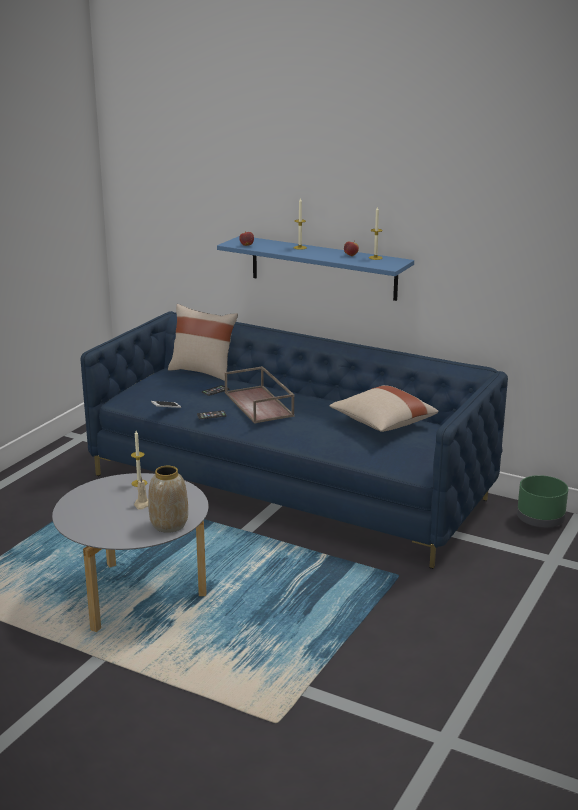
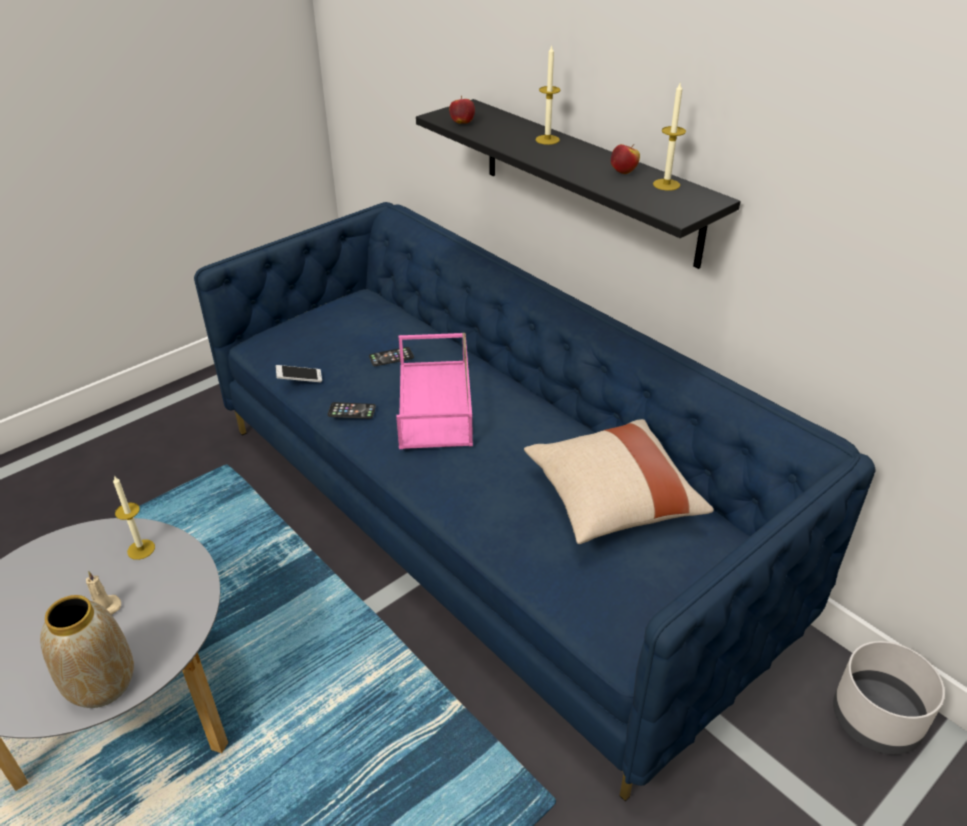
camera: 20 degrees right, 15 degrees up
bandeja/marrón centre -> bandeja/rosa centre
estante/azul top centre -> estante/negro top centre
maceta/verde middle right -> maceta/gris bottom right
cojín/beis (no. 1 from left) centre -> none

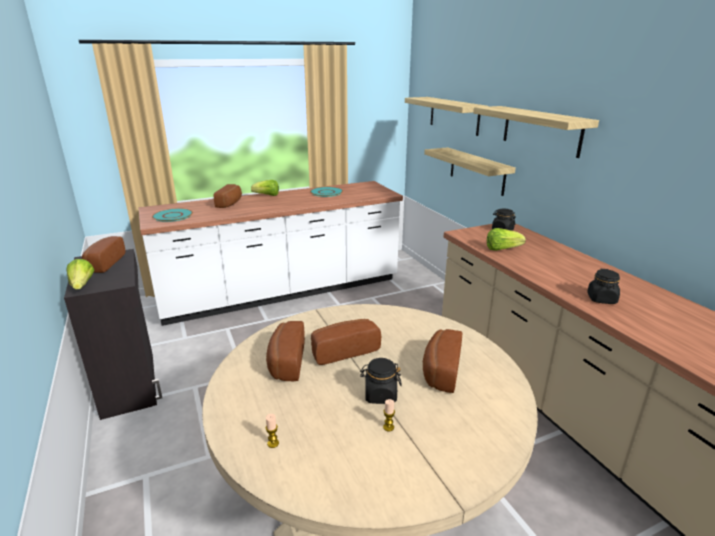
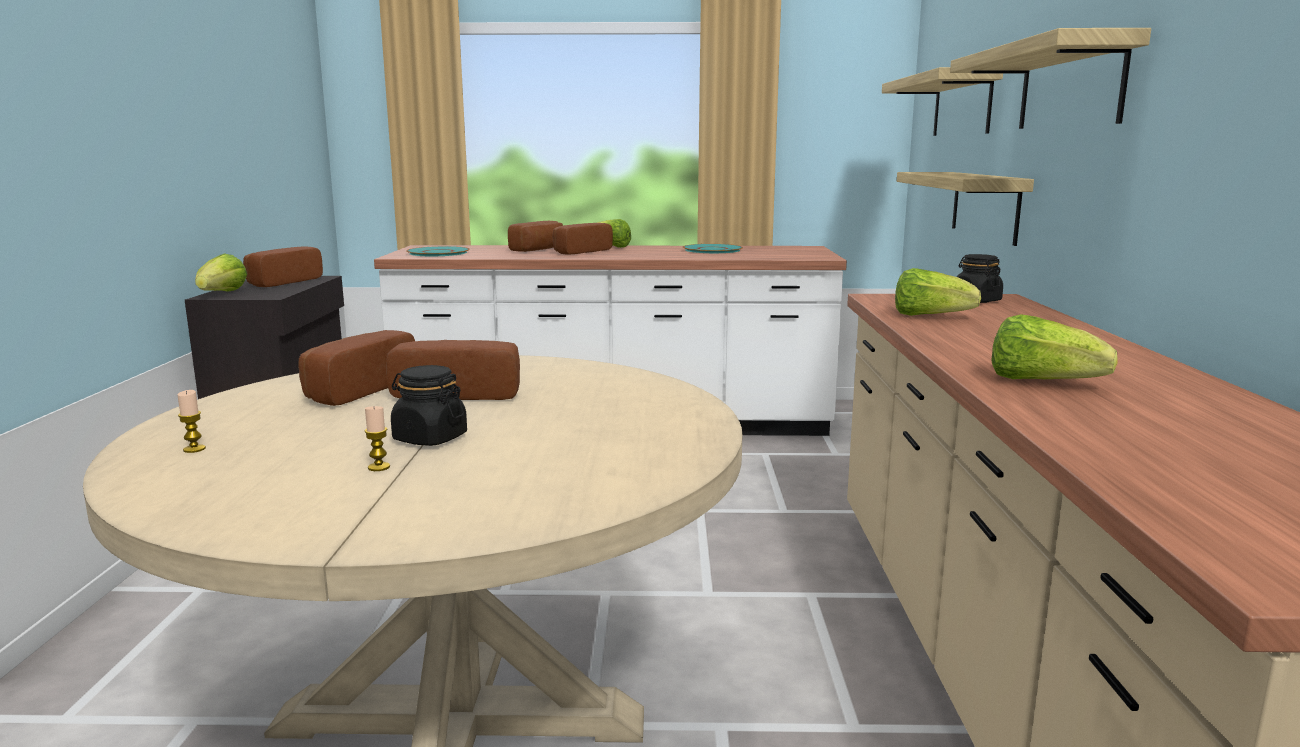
camera: 25 degrees right, 10 degrees down
pan (no. 5 from left) bottom centre -> pan (no. 5 from left) top centre, relocated
tarro/negro (no. 3 from left) middle right -> lechuga (no. 4 from left) middle right

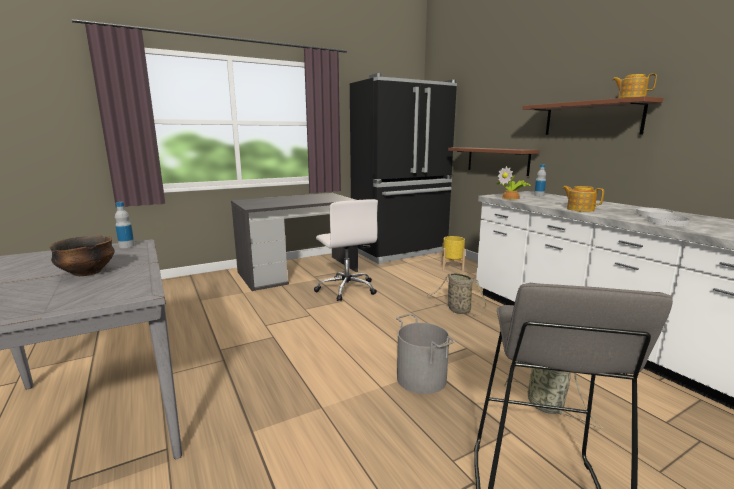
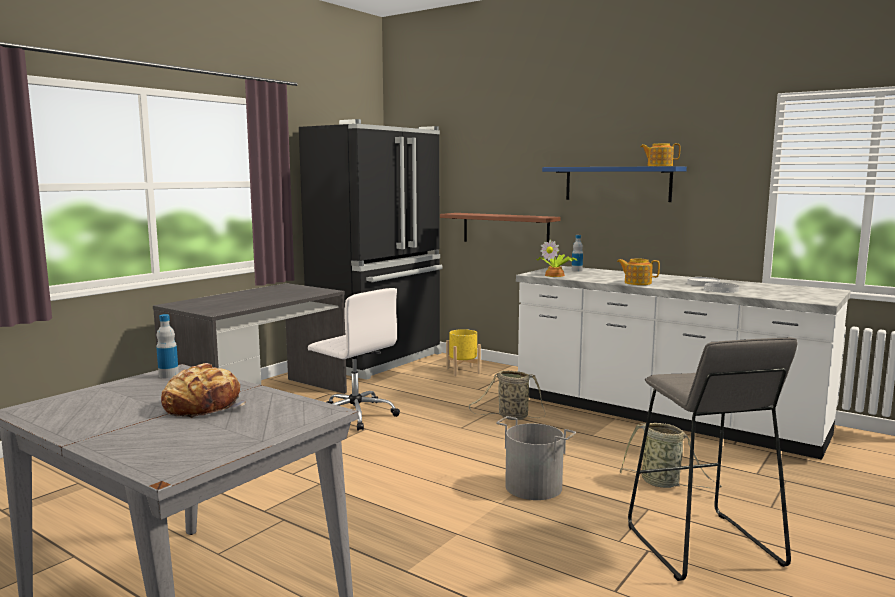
camera: 25 degrees left, 5 degrees down
cuenco middle left -> pan middle left
estante/marrón (no. 2 from left) top right -> estante/azul top right

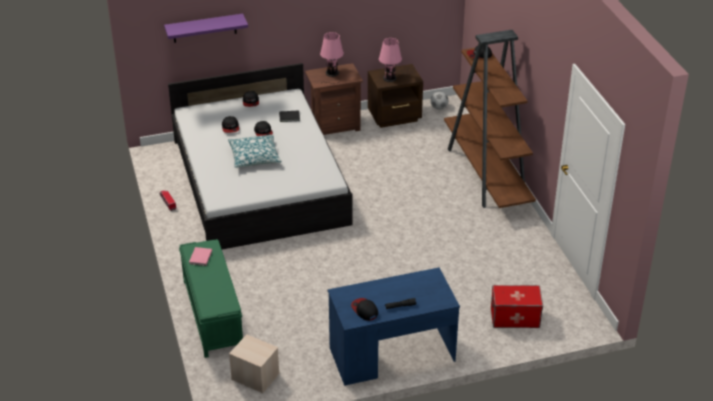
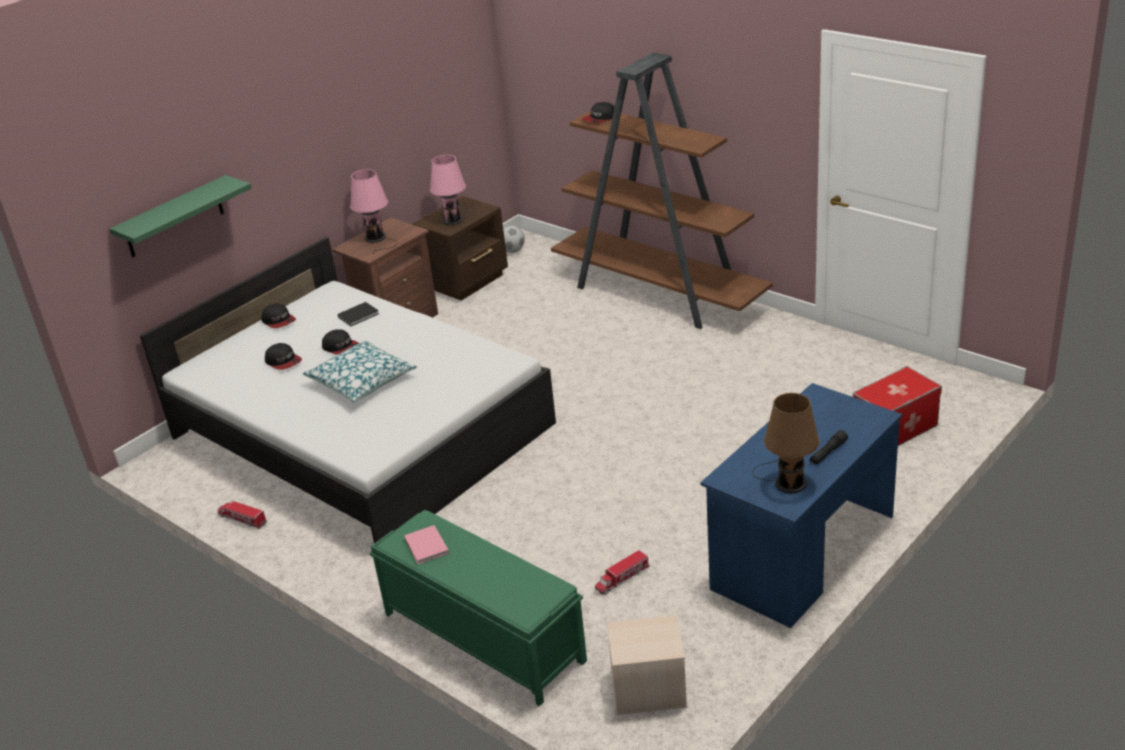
camera: 30 degrees left, 5 degrees down
estante/morado top left -> estante/verde top left
none -> camión de juguete (no. 2 from left) bottom centre
gorra (no. 4 from left) bottom centre -> lámpara de mesa/marrón middle right

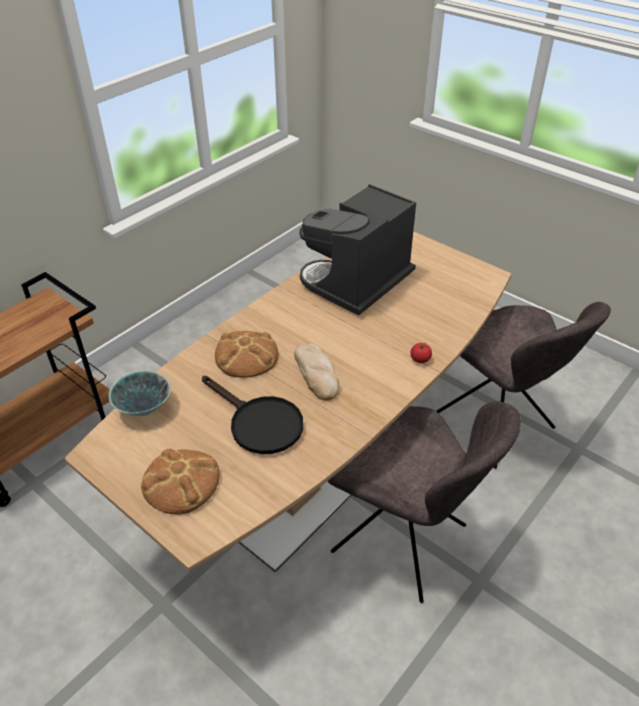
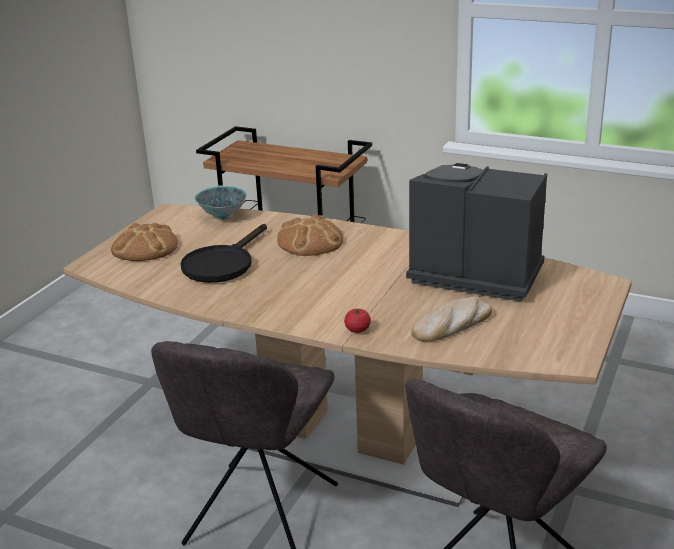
camera: 75 degrees right, 15 degrees down
pan (no. 3 from left) centre -> pan (no. 3 from left) middle right, relocated

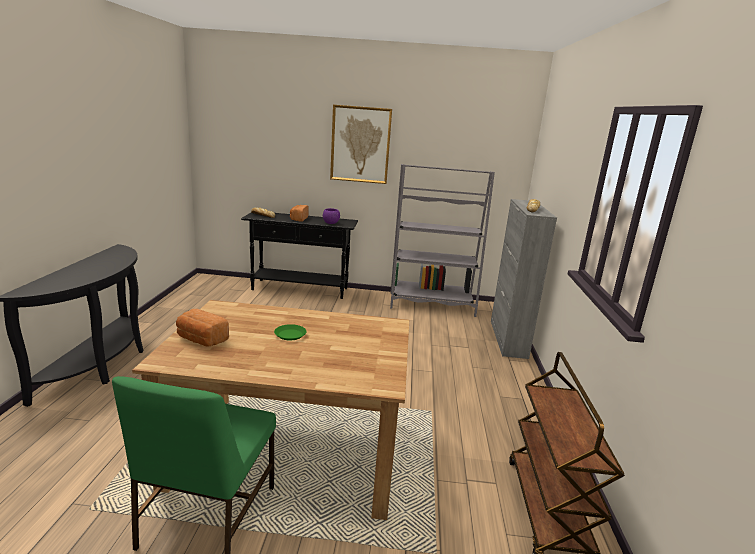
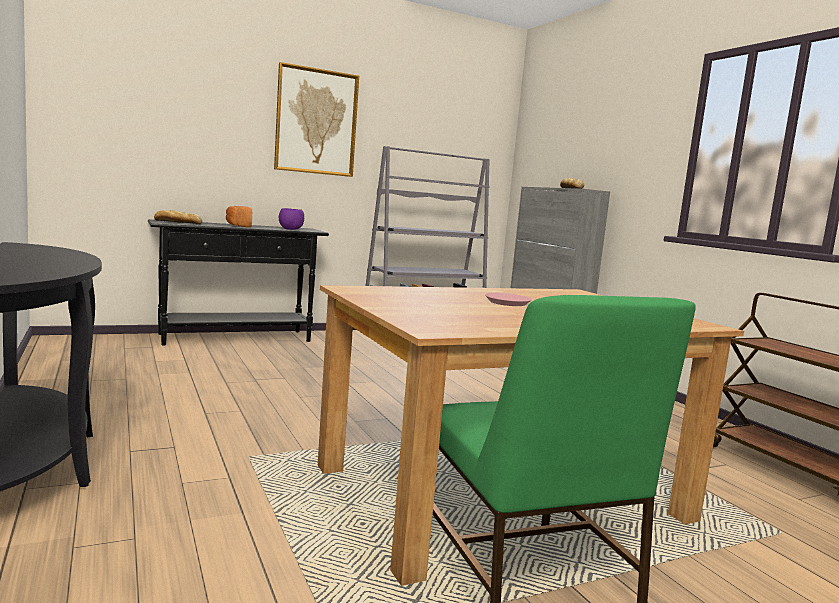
camera: 30 degrees left, 10 degrees down
plato/verde centre -> plato/rosa centre
pan (no. 1 from left) middle left -> none

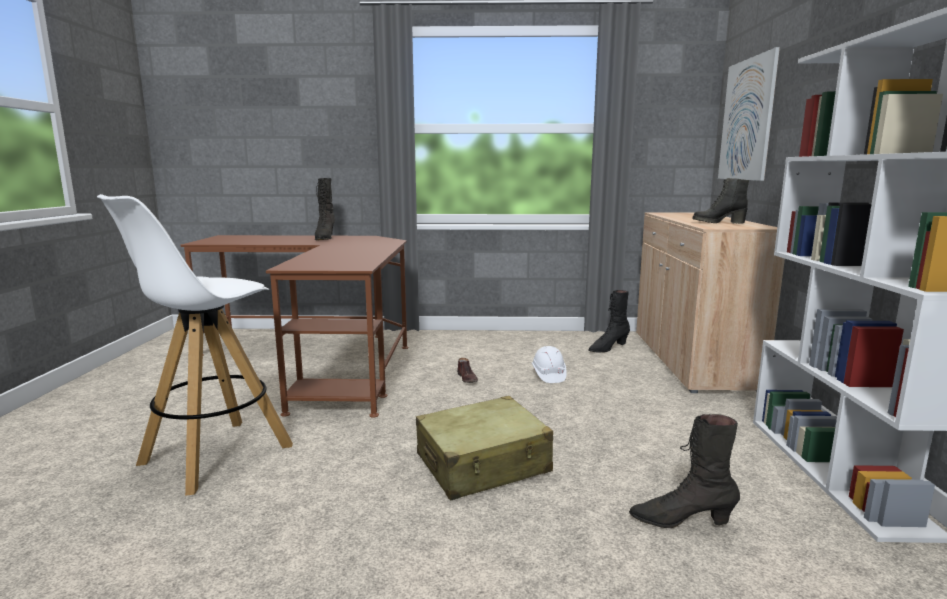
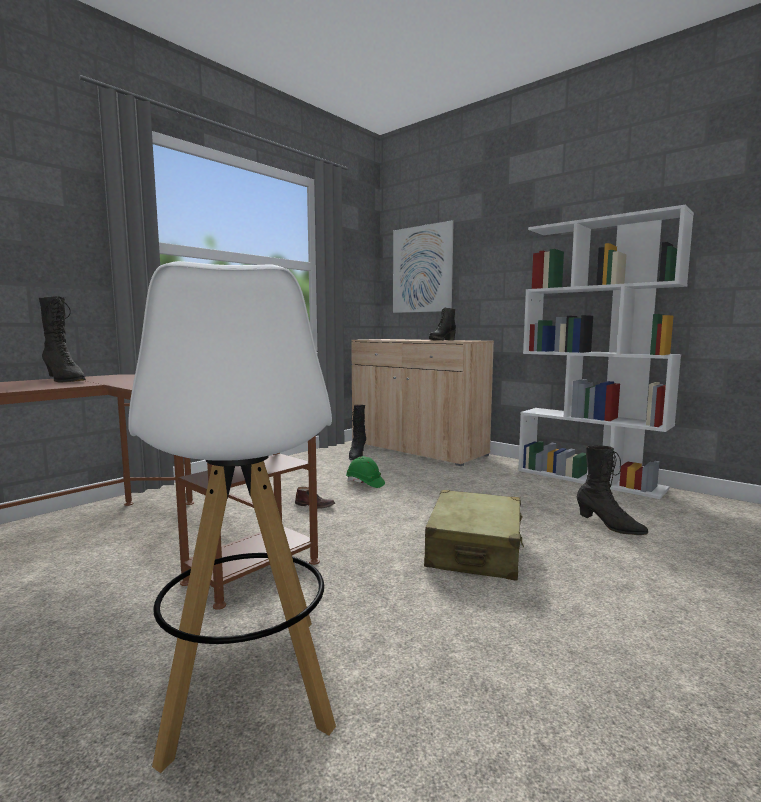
camera: 50 degrees left, 5 degrees down
casco/blanco centre -> casco/verde centre
bota/negro (no. 3 from left in the first image) bottom right -> bota/negro (no. 4 from left) middle right, 90 degrees counterclockwise

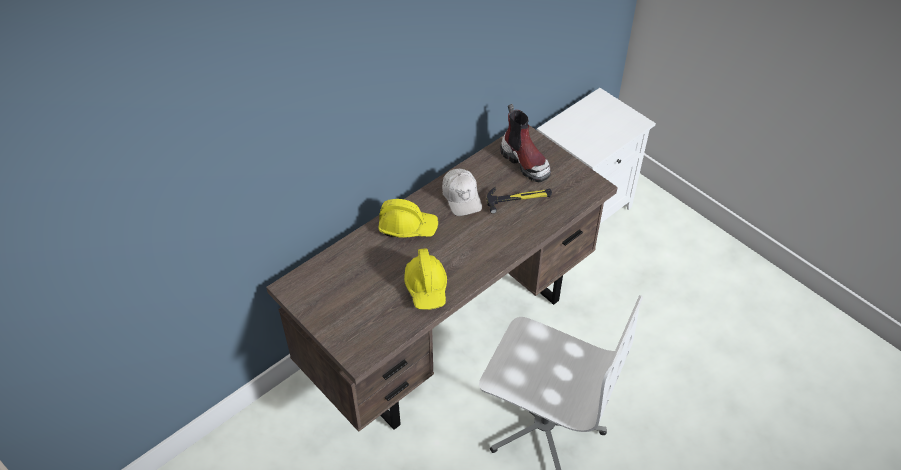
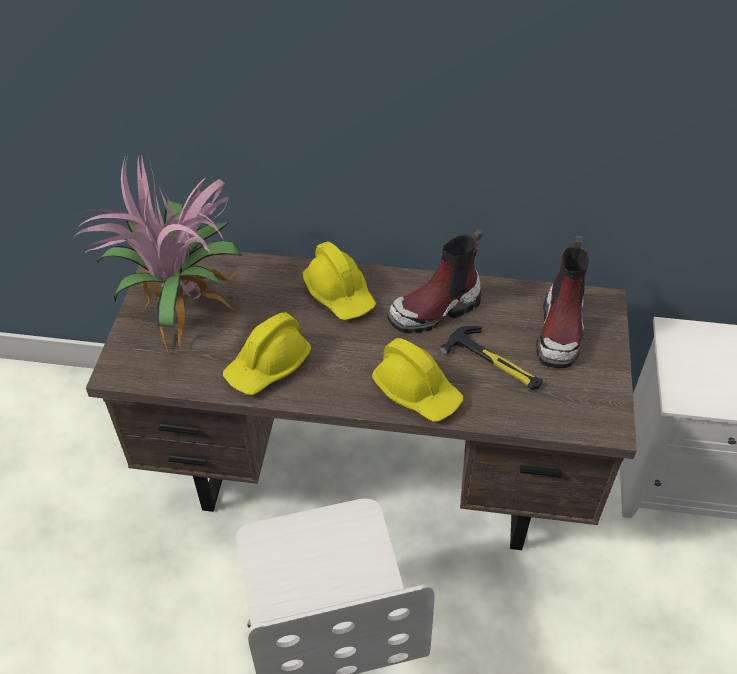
camera: 50 degrees right, 0 degrees up
none -> planta en maceta middle left
none -> casco/amarillo (no. 3 from left) centre
gorra/blanco centre -> bota (no. 1 from left) centre

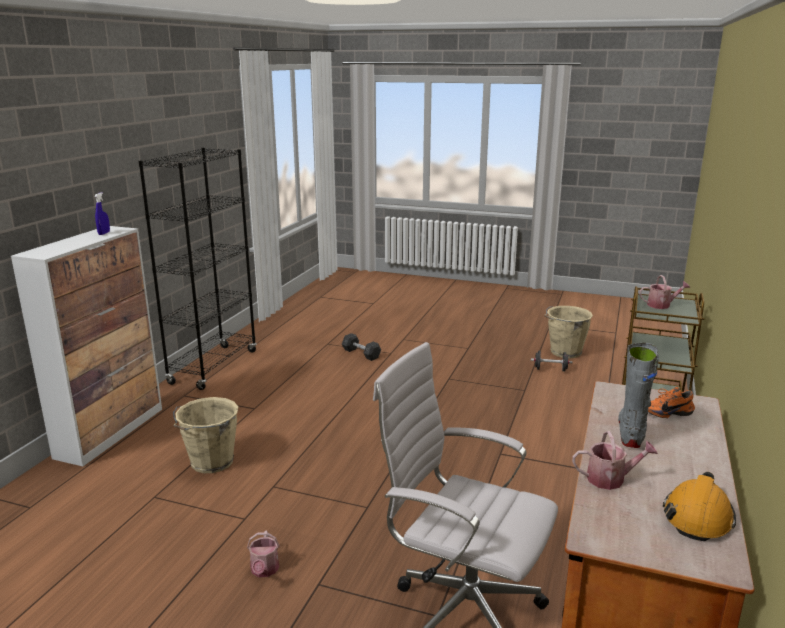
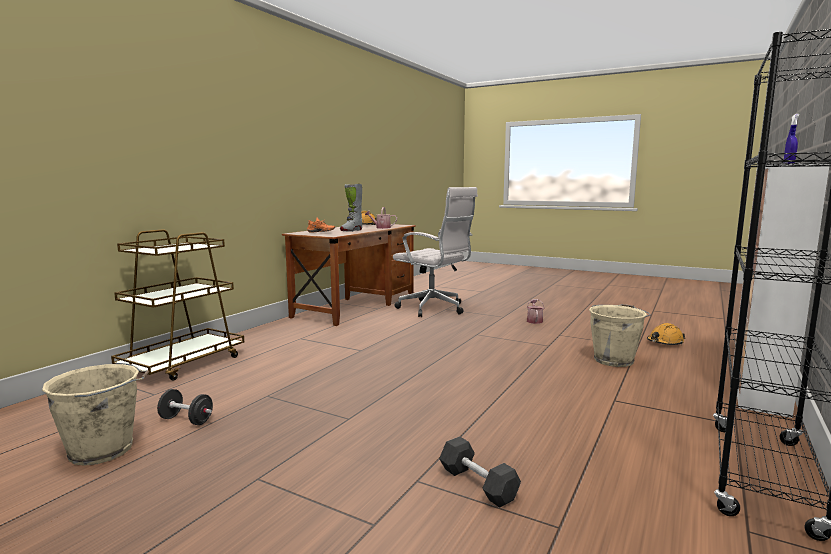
camera: 170 degrees left, 10 degrees down
none -> casco/naranja (no. 2 from left) middle right
regadera (no. 3 from left) middle right -> none

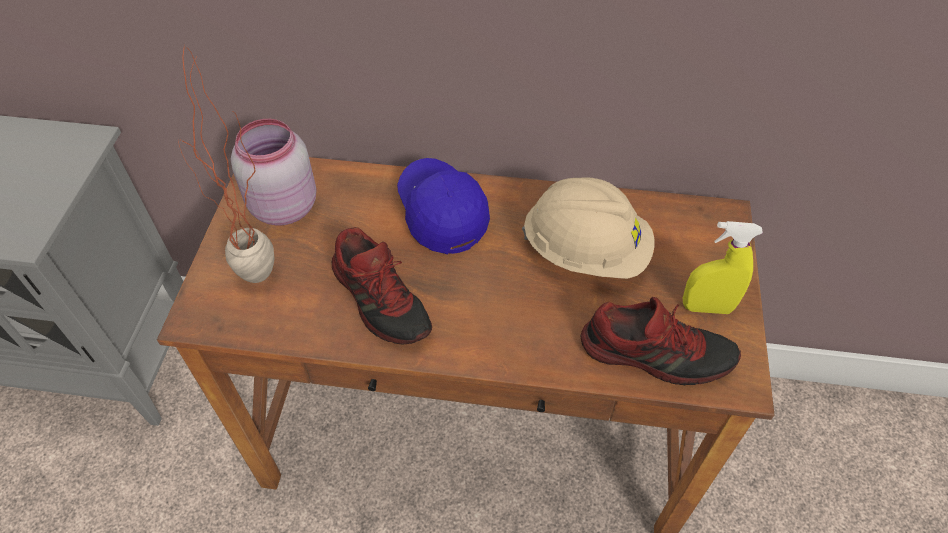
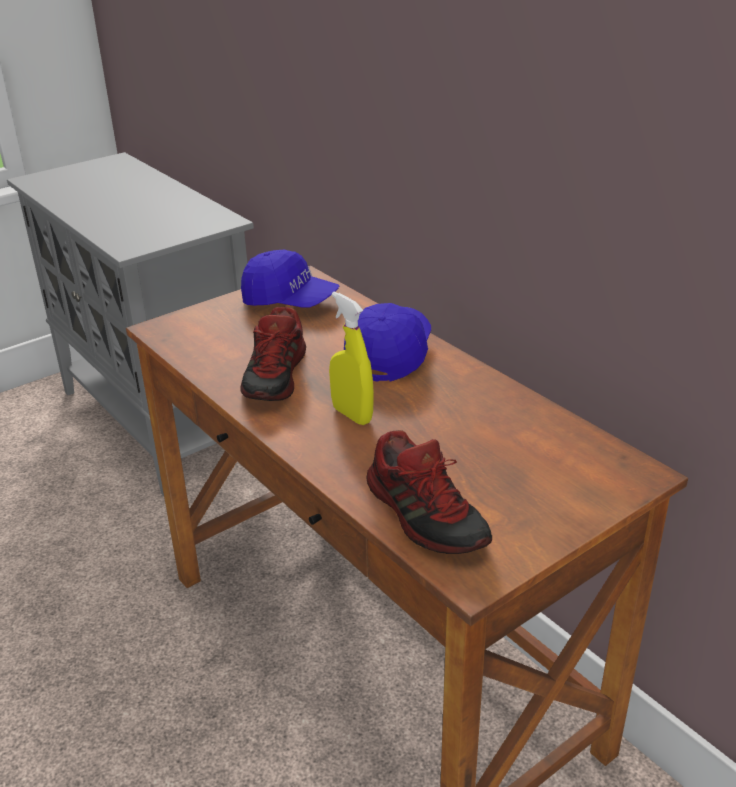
camera: 45 degrees right, 20 degrees down
tarro/rosa top left -> gorra/azul (no. 1 from left) centre
pulverizador/amarillo middle right -> pulverizador/amarillo centre, relocated
planta en maceta top left -> none
casco/beis centre -> none

